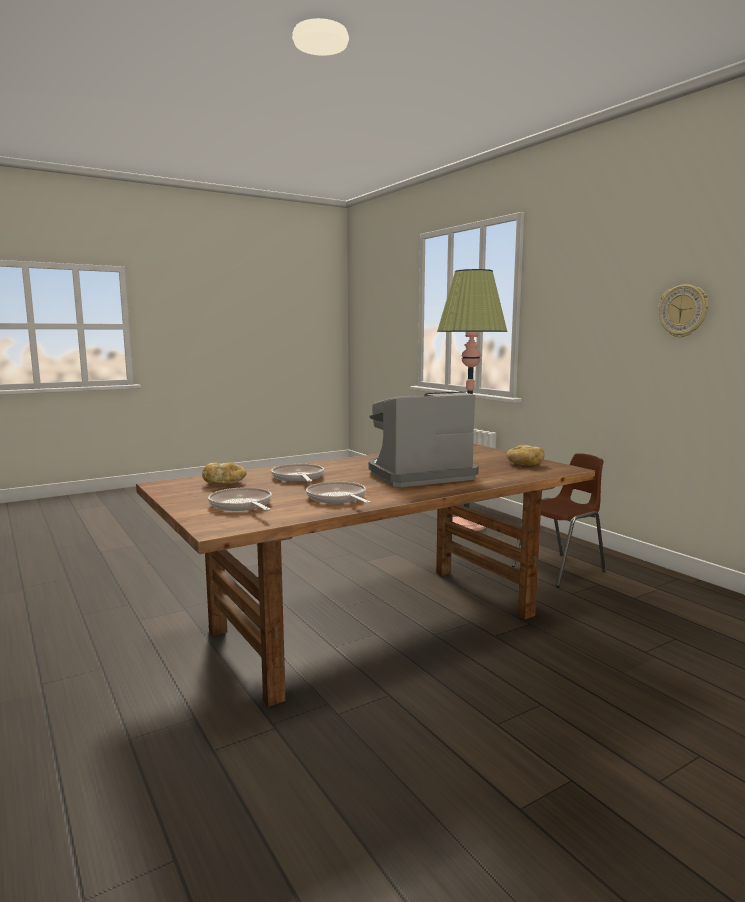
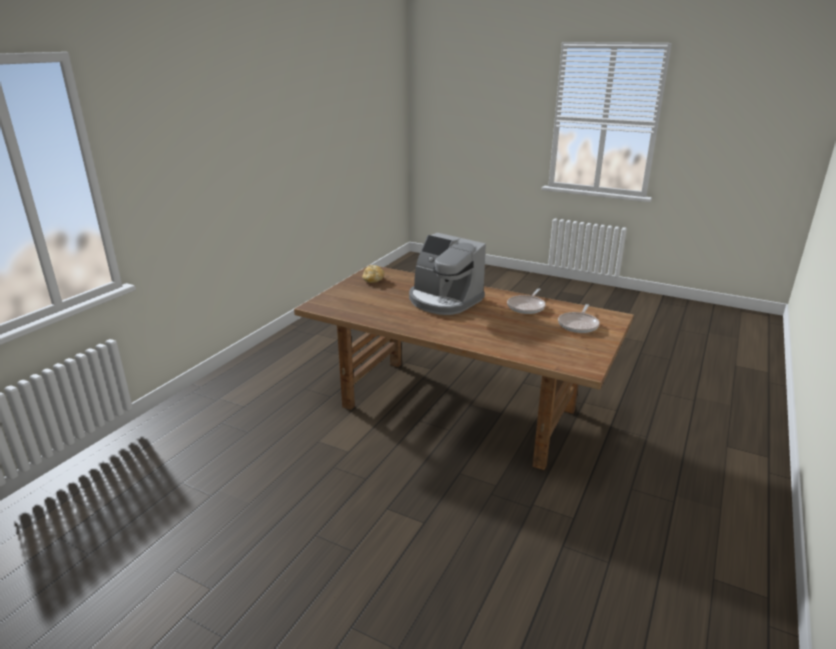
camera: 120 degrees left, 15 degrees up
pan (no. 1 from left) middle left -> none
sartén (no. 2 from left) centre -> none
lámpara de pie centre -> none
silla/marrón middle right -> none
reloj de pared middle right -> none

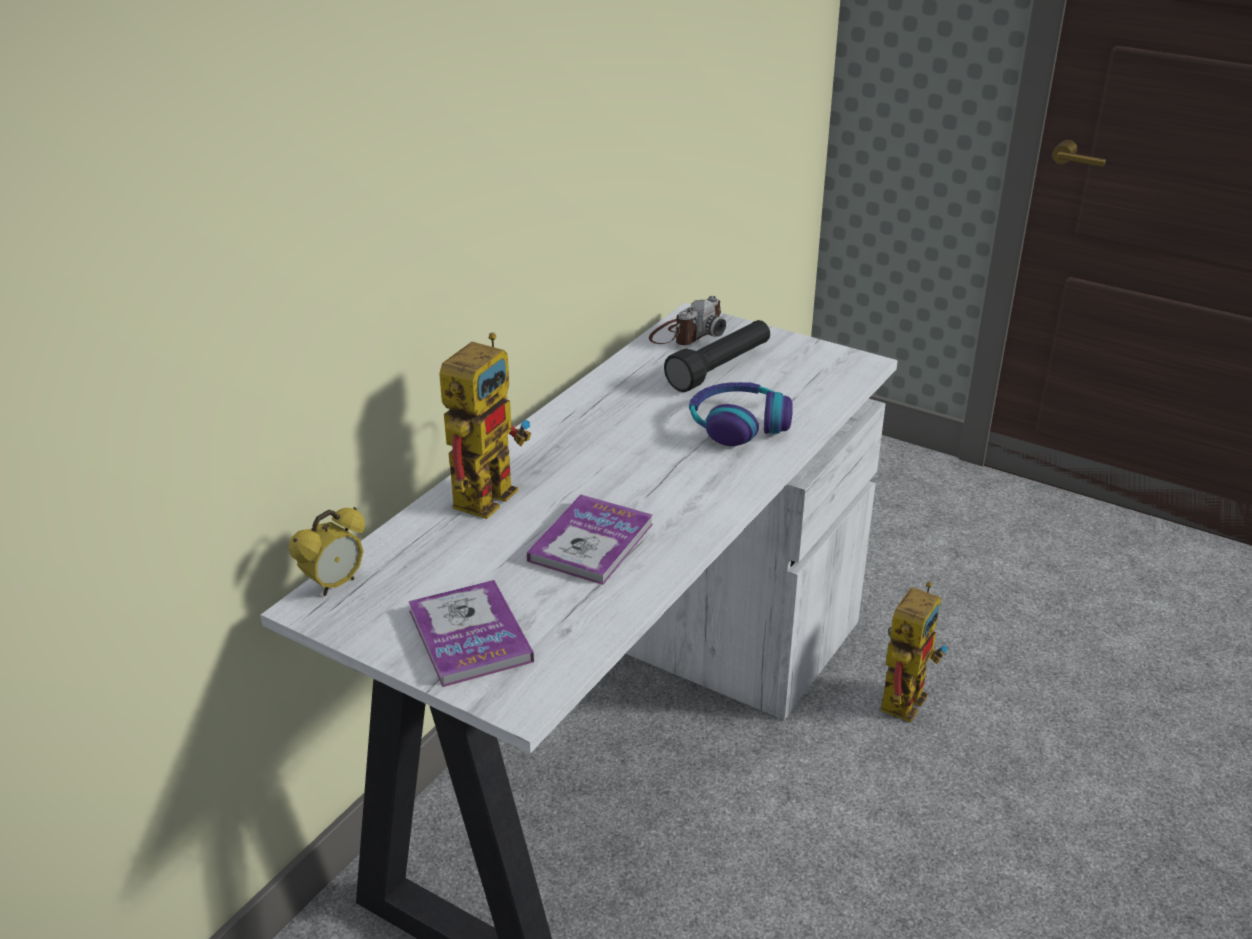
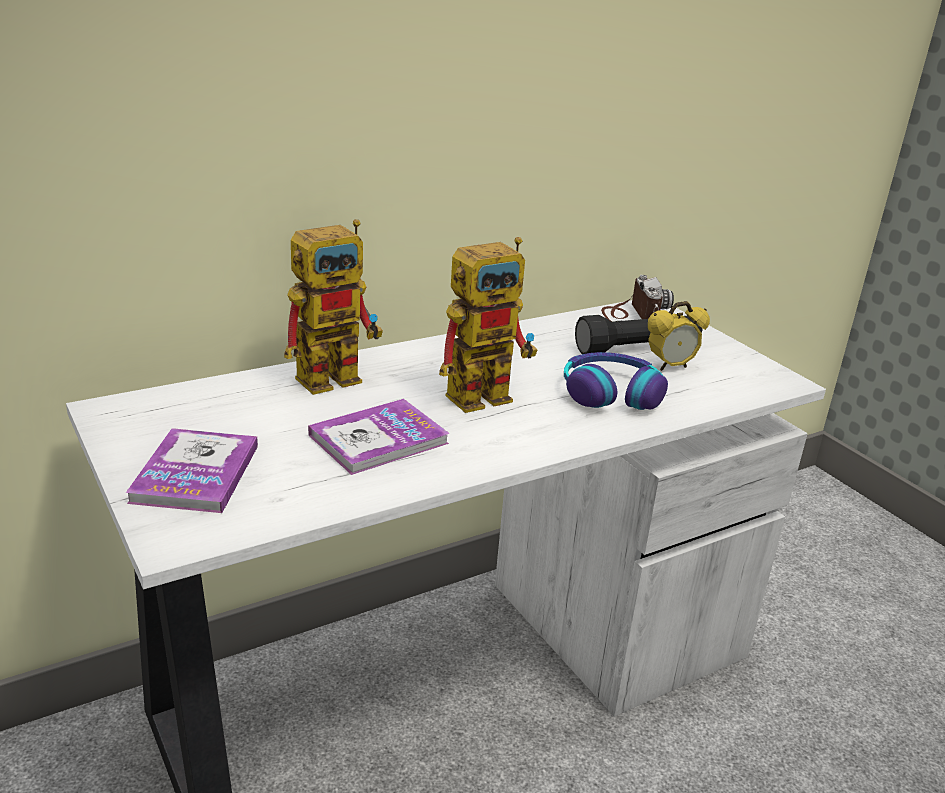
camera: 25 degrees right, 5 degrees down
robot de juguete (no. 2 from left) bottom right -> robot de juguete (no. 2 from left) centre, relocated
cámara centre -> cámara middle right, 75 degrees counterclockwise
despertador middle left -> despertador middle right, relocated

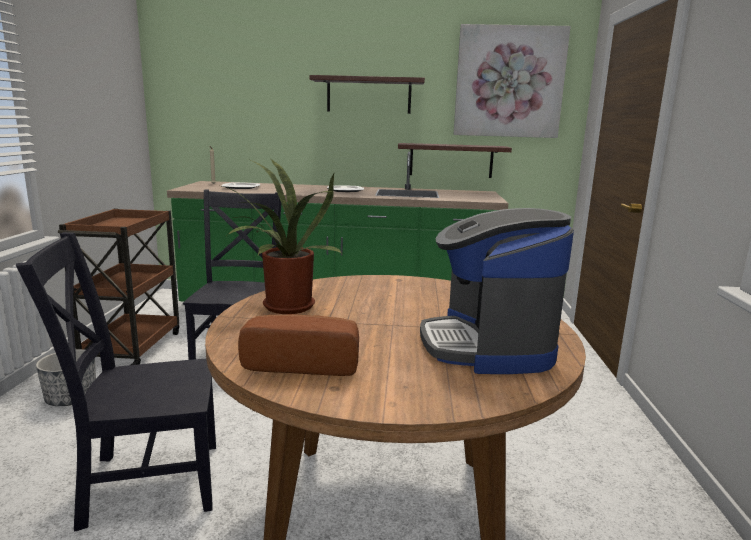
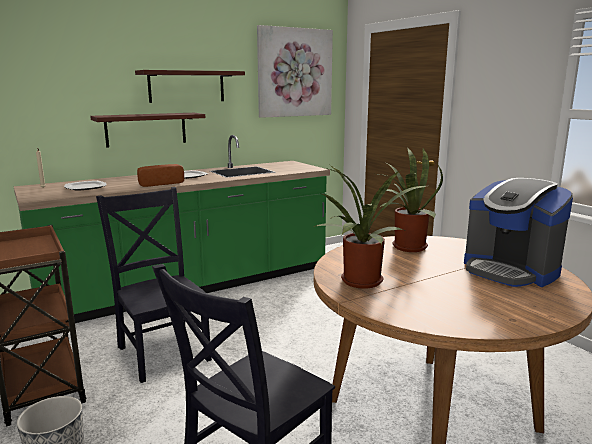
camera: 35 degrees left, 0 degrees up
estante (no. 2 from left in the first image) top centre -> estante (no. 1 from left) top left, relocated
pan centre -> pan middle left, relocated
none -> planta en maceta (no. 2 from left) middle right

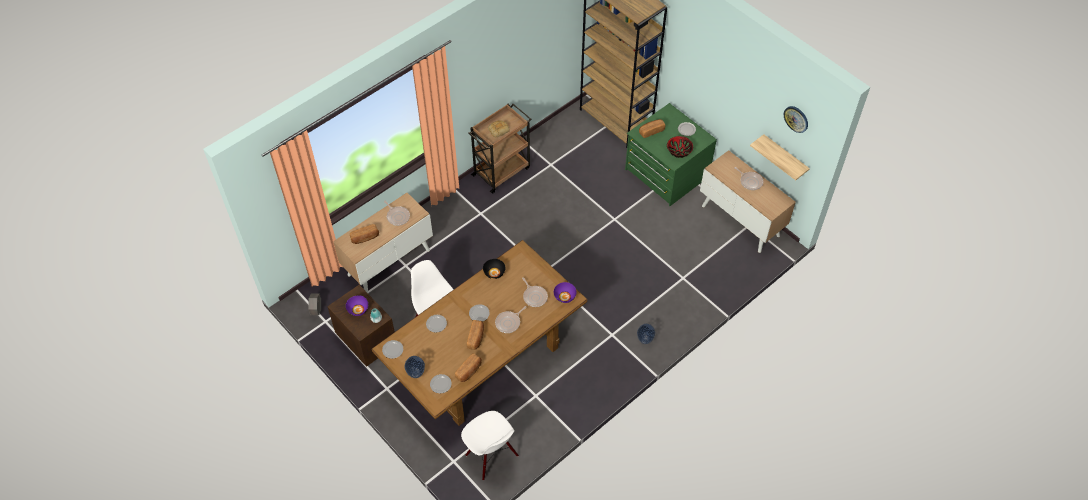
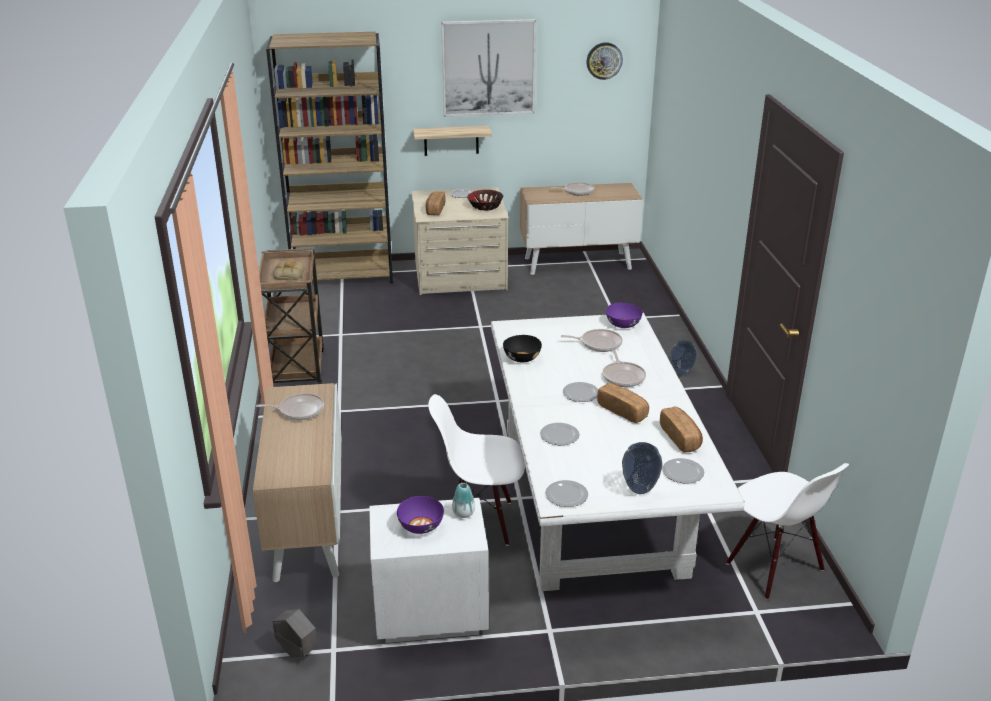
camera: 55 degrees left, 25 degrees down
mesita de noche/marrón middle left -> mesita de noche/blanco bottom centre
cómoda/verde top centre -> cómoda/beis centre
estante top right -> estante top centre, relocated
none -> cuadro top centre
mesa de comedor/marrón centre -> mesa de comedor/blanco centre
silla/blanco (no. 2 from left) bottom centre -> silla/blanco (no. 2 from left) bottom right, 60 degrees clockwise
pan (no. 1 from left) centre -> none

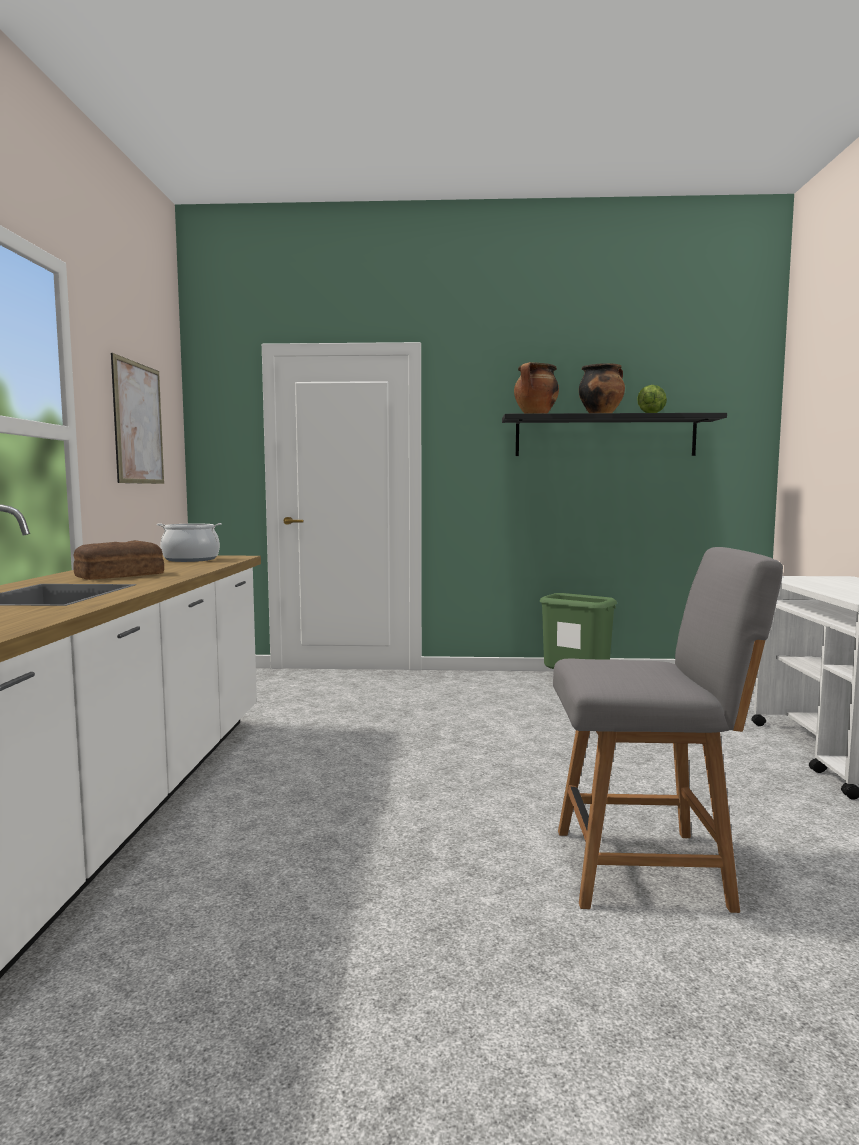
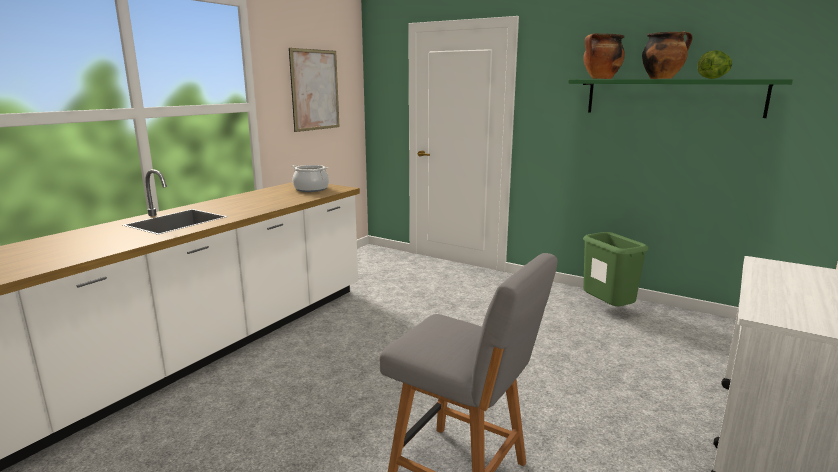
camera: 30 degrees right, 10 degrees up
estante/negro middle right -> estante/verde top right
pan middle left -> none

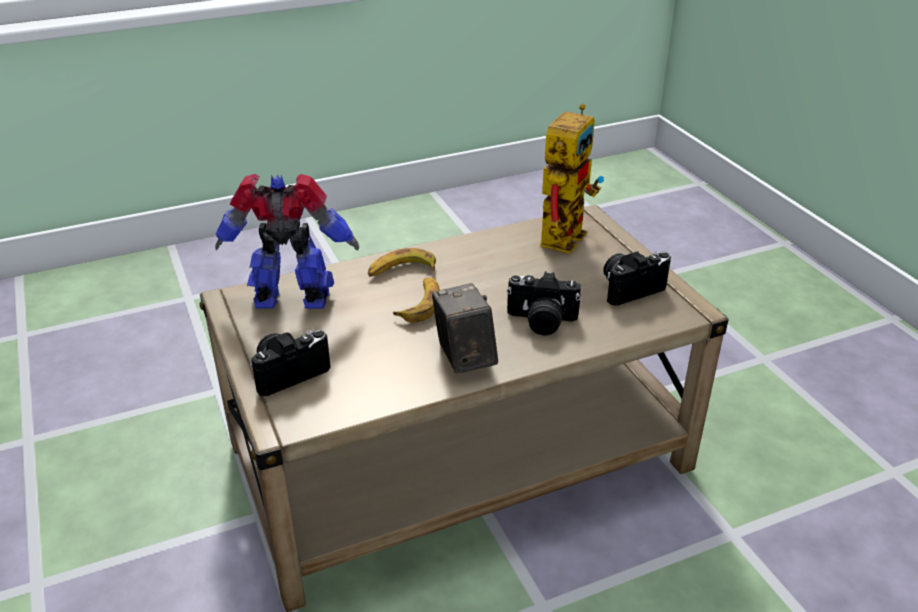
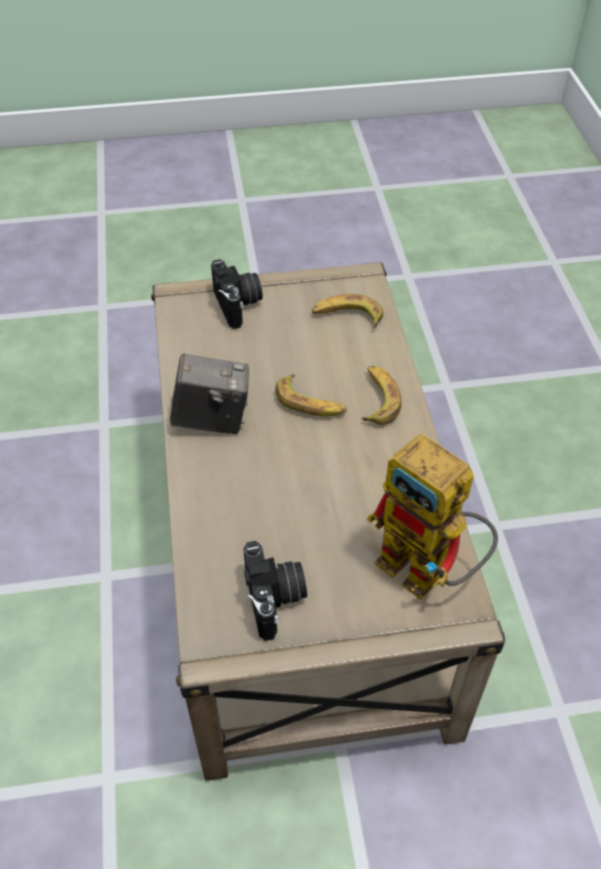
camera: 105 degrees right, 15 degrees up
robot de juguete (no. 1 from left) middle left -> plátano (no. 2 from left) centre
cámara (no. 3 from left) centre -> none

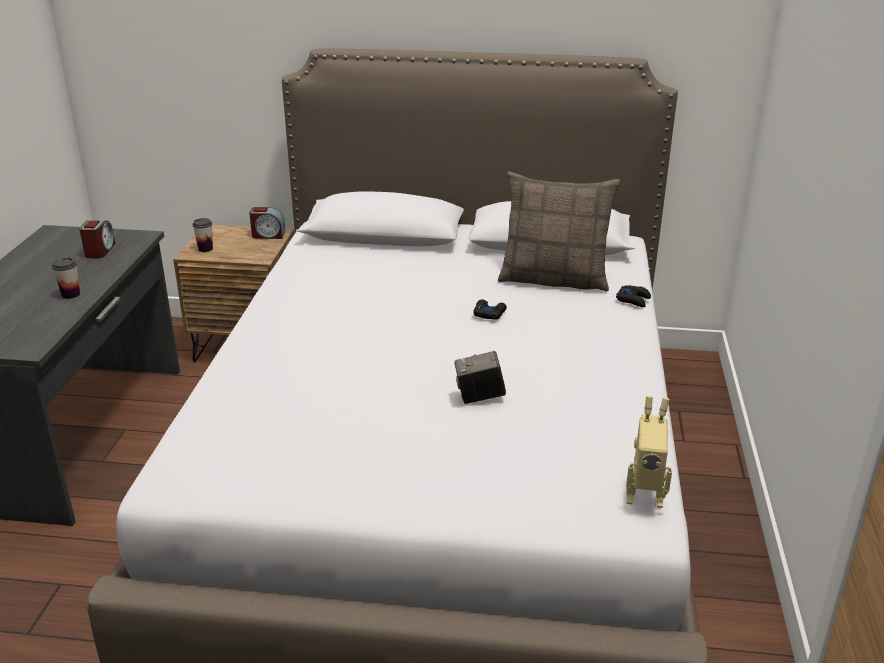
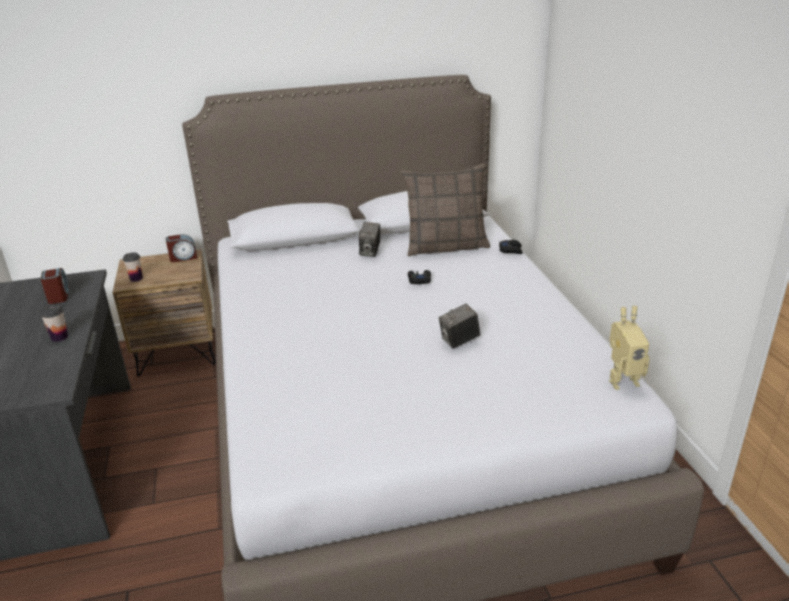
camera: 20 degrees left, 0 degrees up
none -> cámara (no. 1 from left) centre

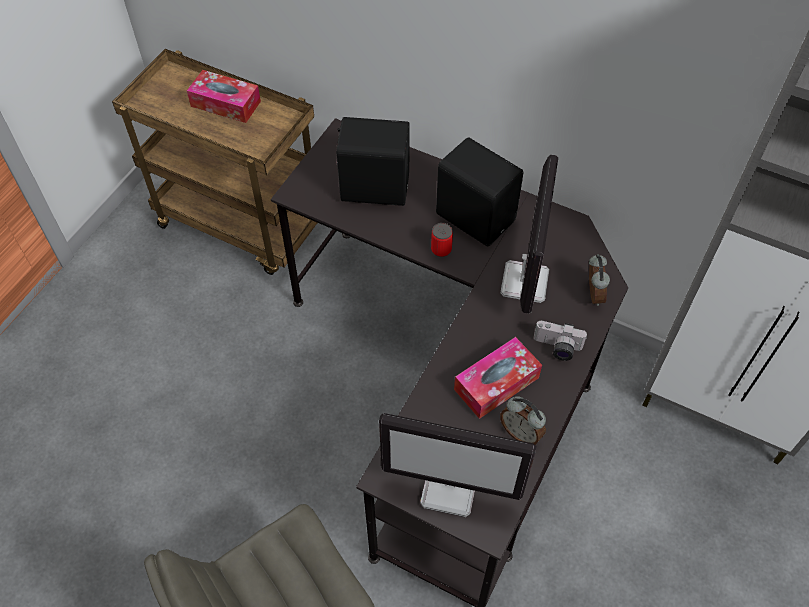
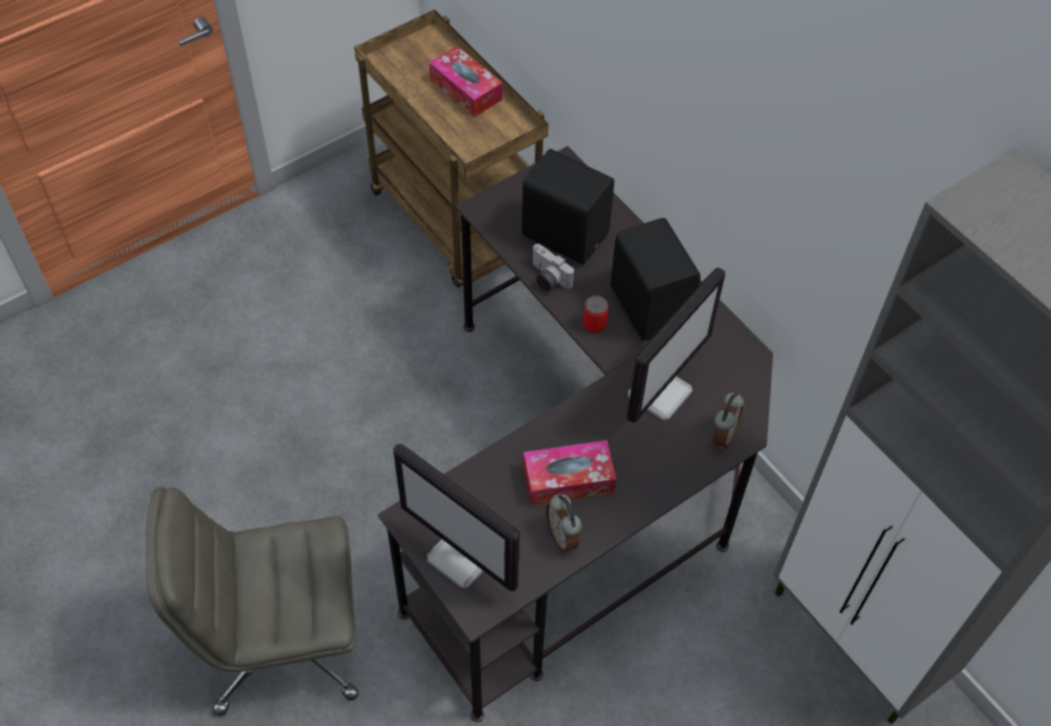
camera: 25 degrees right, 0 degrees up
cámara middle right -> cámara centre, relocated

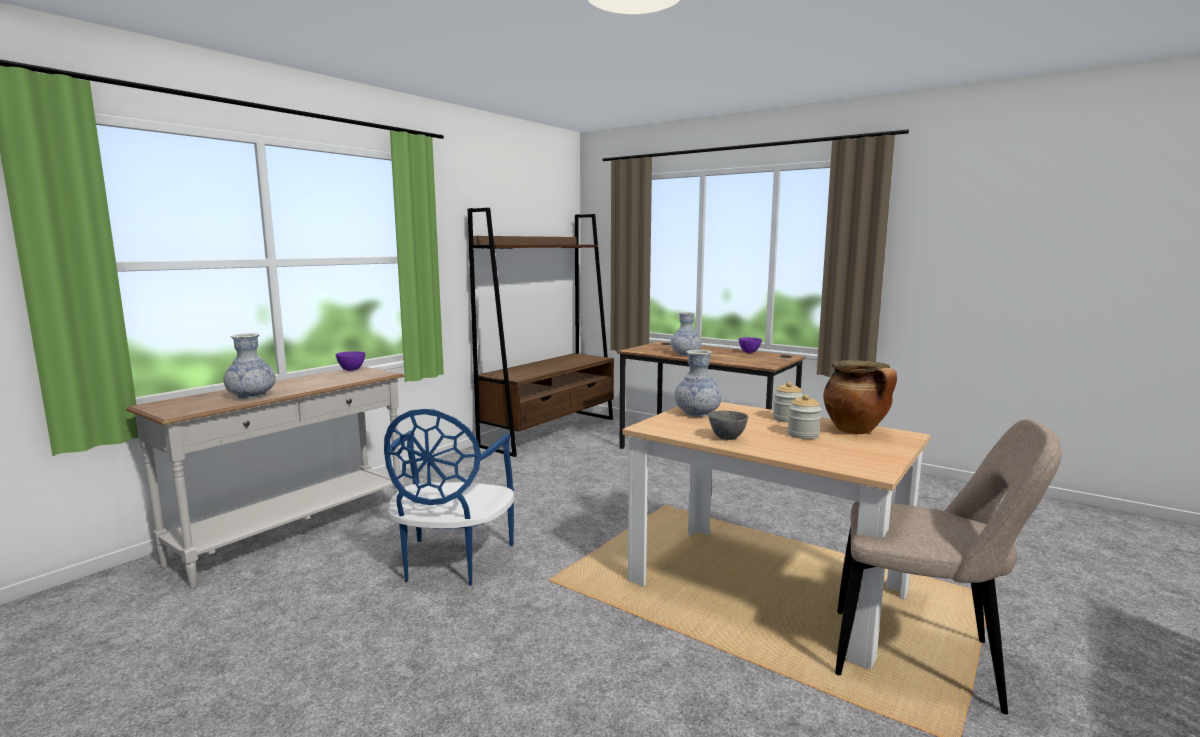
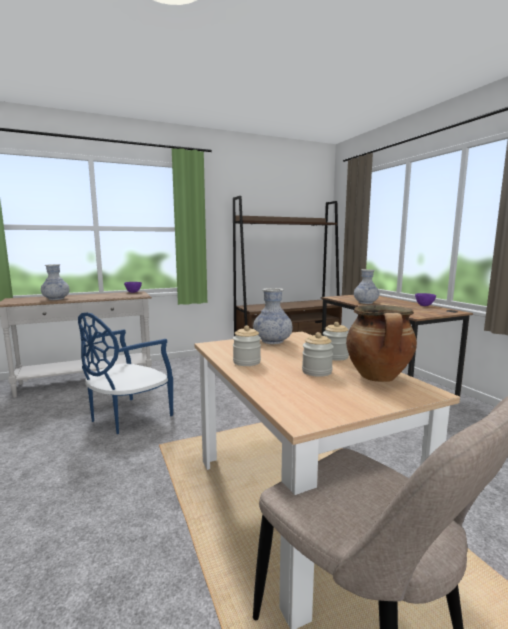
camera: 30 degrees right, 0 degrees up
cuenco/gris centre -> tarro (no. 1 from left) centre

